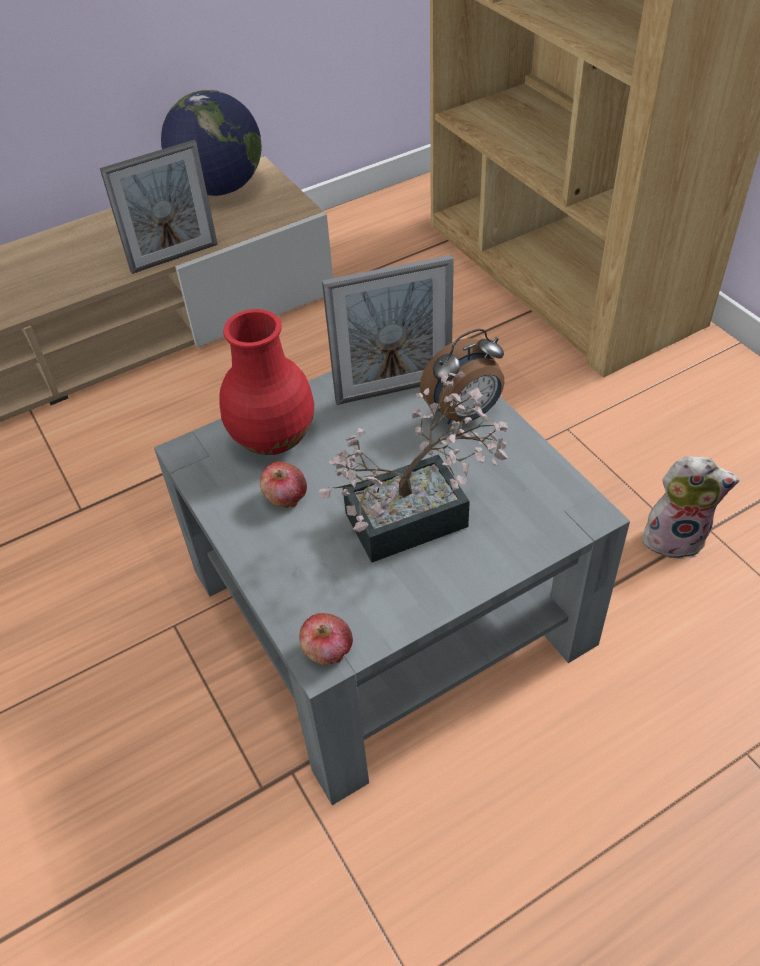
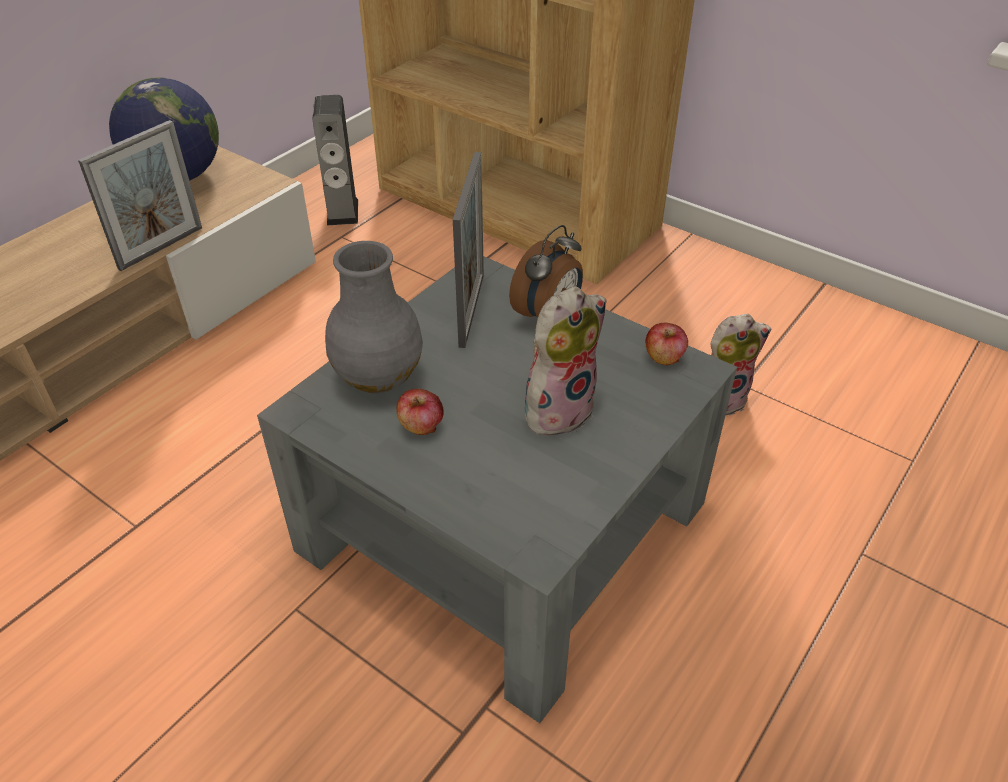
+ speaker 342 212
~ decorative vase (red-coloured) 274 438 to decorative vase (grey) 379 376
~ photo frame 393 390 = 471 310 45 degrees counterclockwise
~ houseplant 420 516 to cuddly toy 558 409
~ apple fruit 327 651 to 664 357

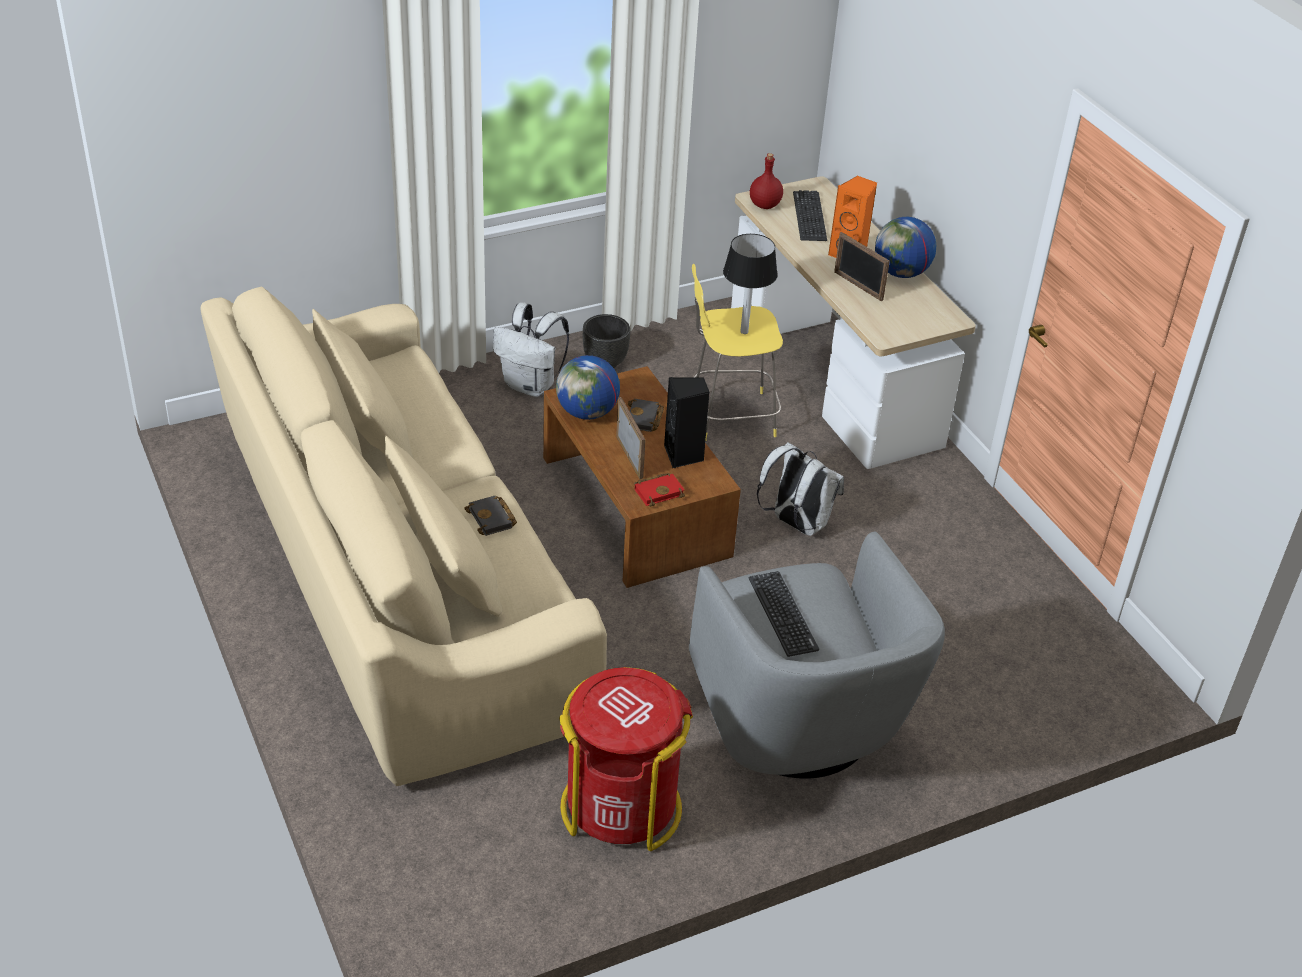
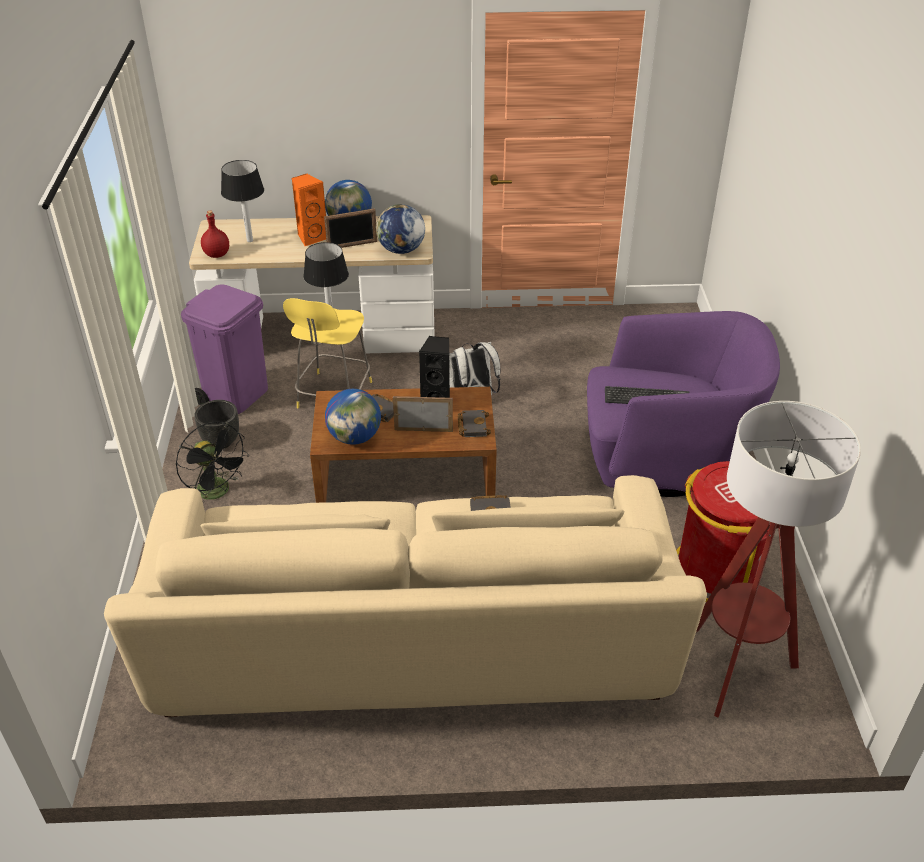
~ knapsack (whitish) 531 385 to cooling fan (black) 218 492
+ waste bin (purple-coloured) 236 395
~ keyboard 809 216 to lamp for a table 249 240
+ globe 401 250
~ book (red-coloured) 659 491 to book (black) 472 425
~ lounge chair (grey) 797 724 to lounge chair (purple-coloured) 665 461
+ standard lamp 735 668

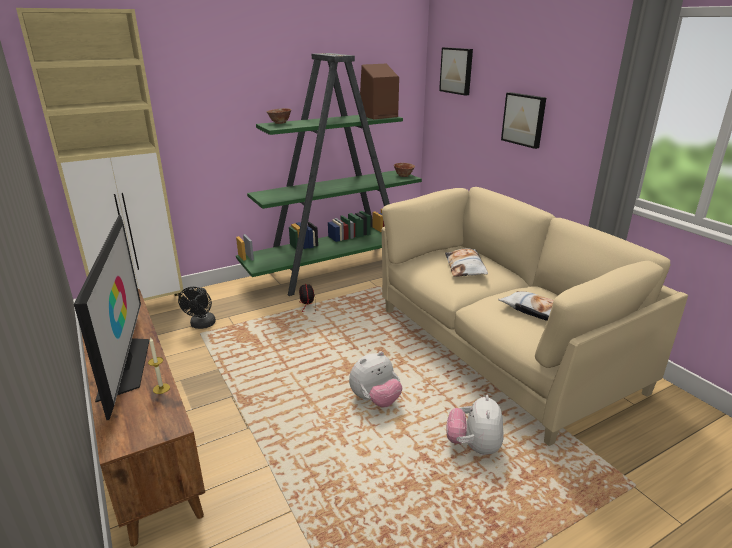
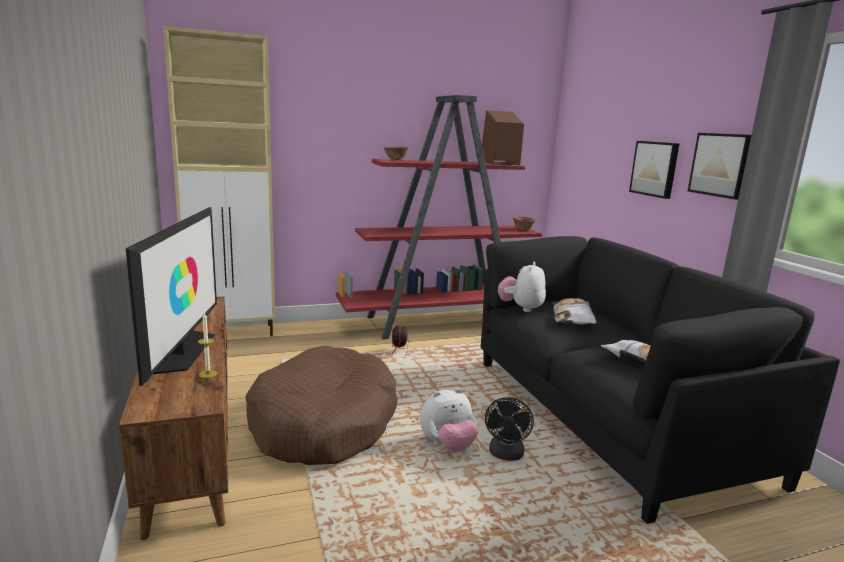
+ dog cushion (brown-coloured) 324 423
~ bookshelf (green) 339 269 to bookshelf (red-coloured) 443 322
~ sofa (beige-coloured) 500 348 to sofa (black) 608 416
~ cooling fan (black) 202 325 to 506 455
~ cuddly toy 473 446 to 521 308
~ picture 457 70 to 721 165

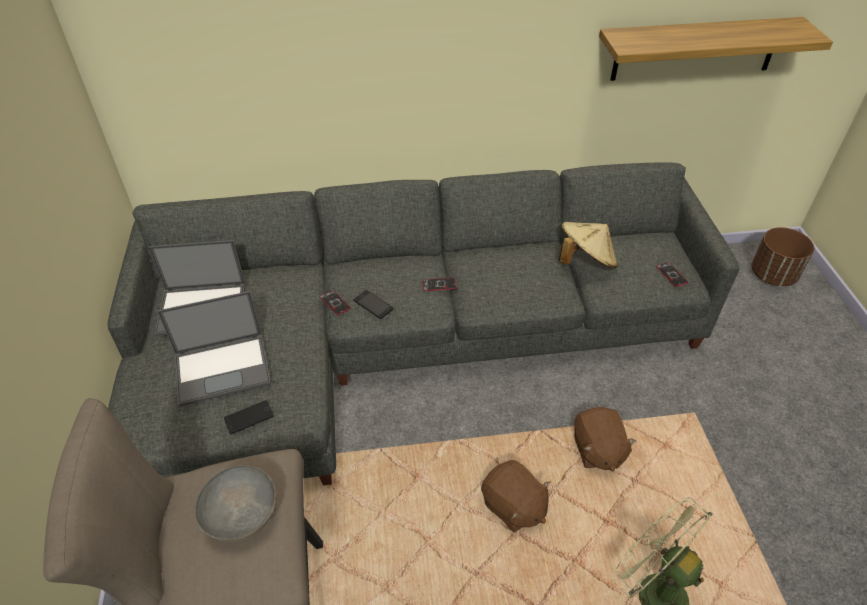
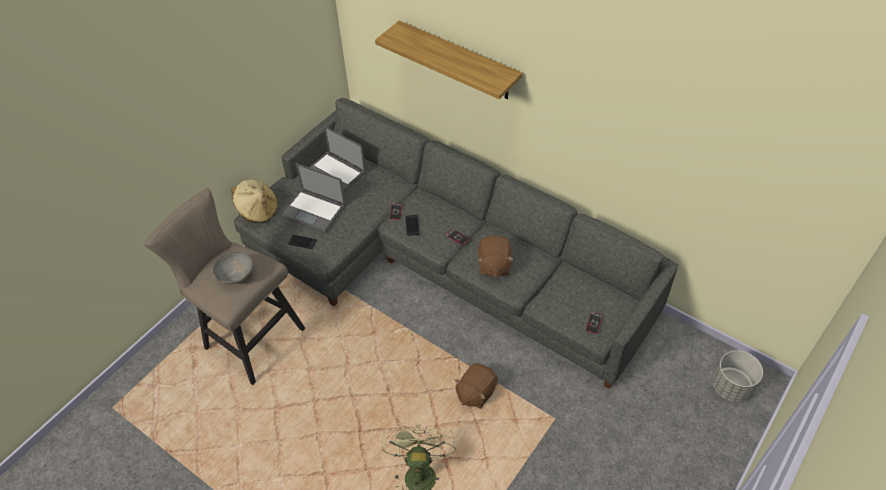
~ hat (beige-coloured) 585 261 to 258 210
~ wall shelf 695 49 to 458 61
~ cuddly toy (brown-coloured) 513 506 to 493 265
~ plant pot (brown-coloured) 773 275 to plant pot (grey) 731 387

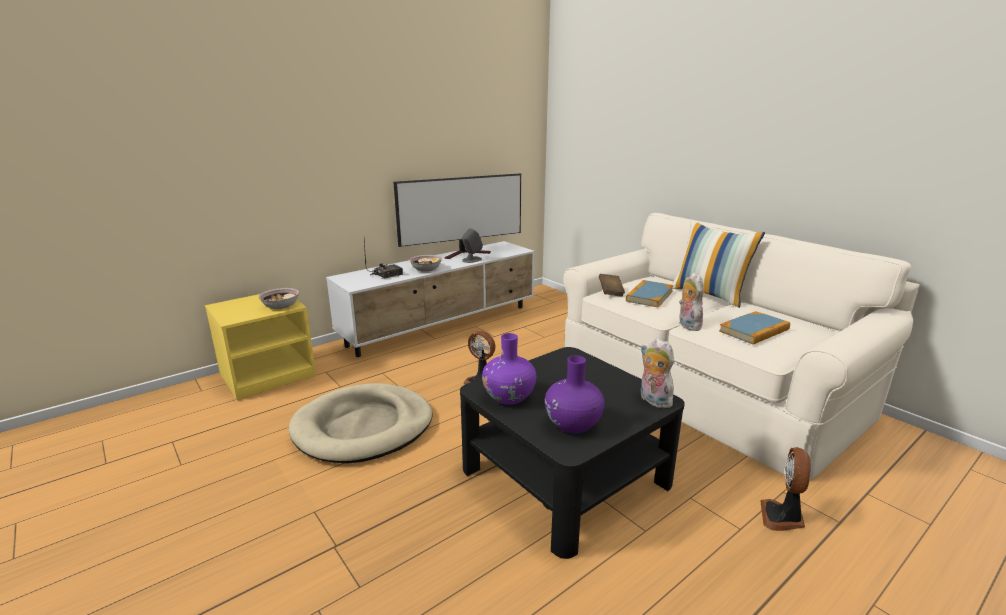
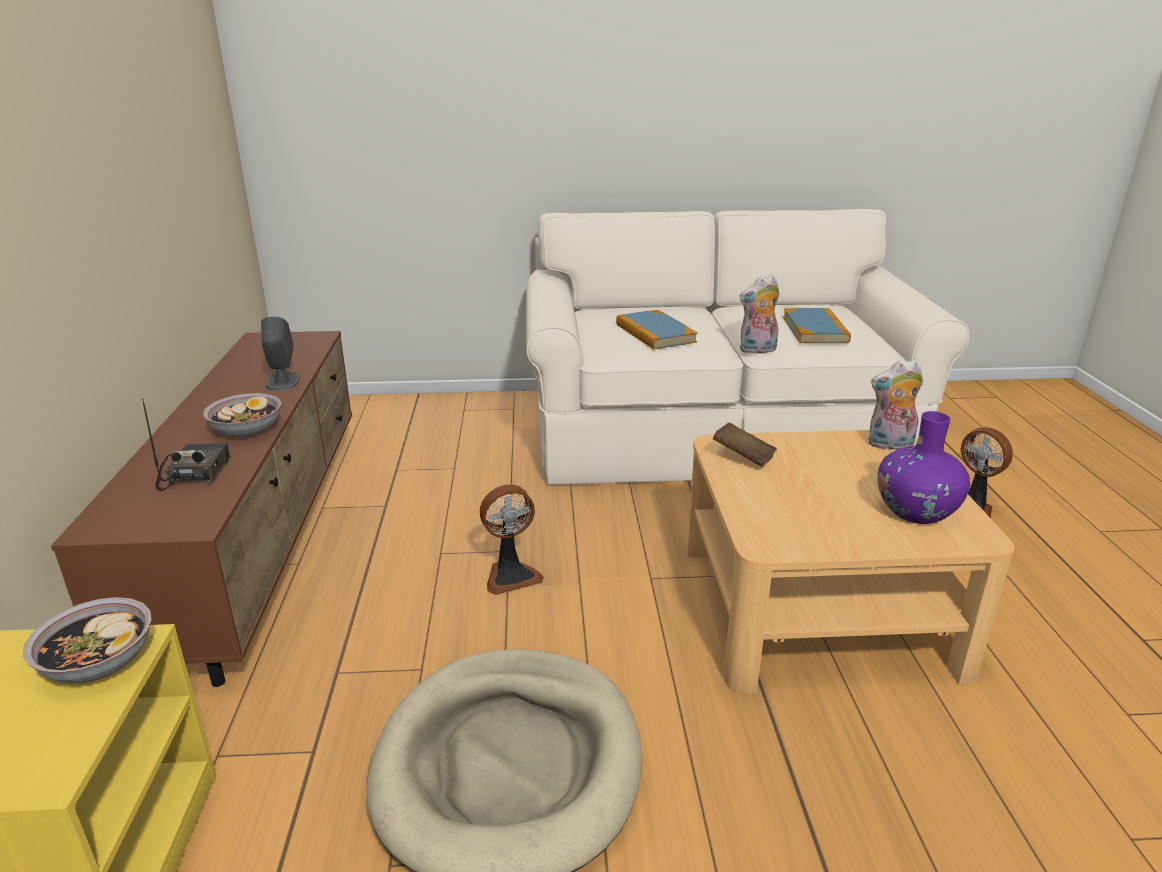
~ tv unit (whitish) 442 325 to tv unit (brown-coloured) 263 537
~ lounge table (black) 566 476 to lounge table (beige-coloured) 817 605
~ book (brown-coloured) 610 292 to 743 458
~ cuddly toy 687 325 = 757 350 45 degrees counterclockwise
- TV set 466 253
- decorative vase (purple-coloured) 509 397
- throw pillow 709 295

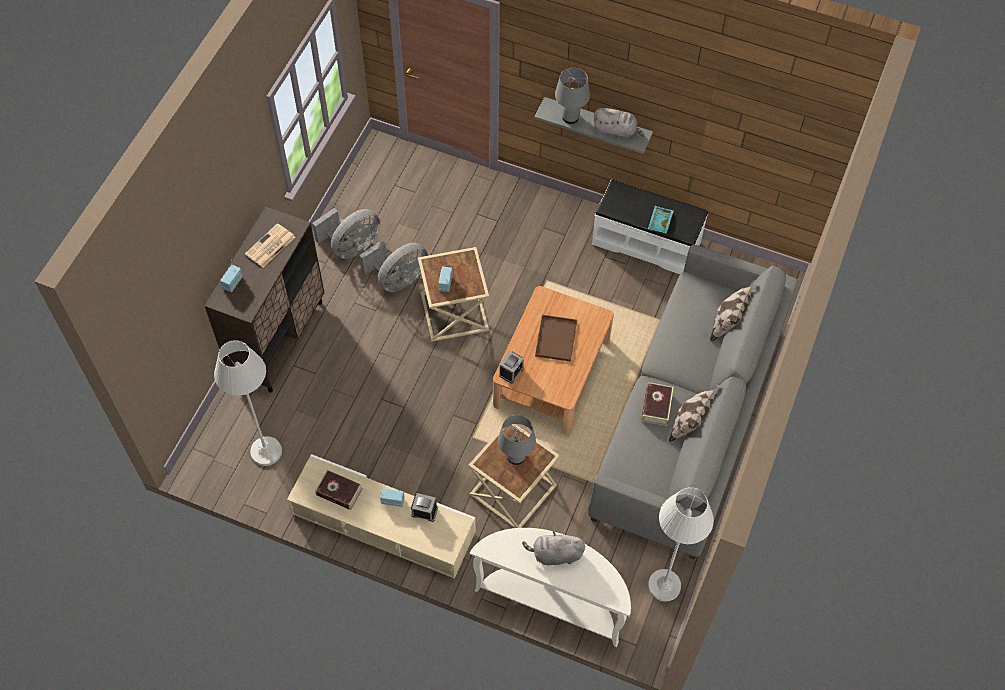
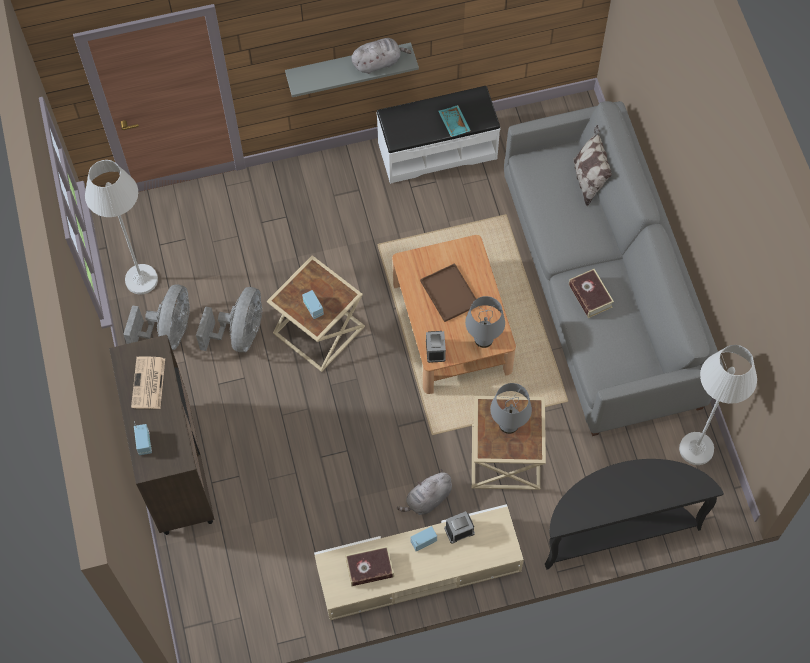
~ standard lamp (whitish) 266 451 to 141 279
~ cuddly toy (grey) 555 554 to 427 499
~ lamp for a table (grey) 570 117 to 483 339
~ console table (whitish) 552 600 to console table (black) 617 529
- throw pillow 689 424

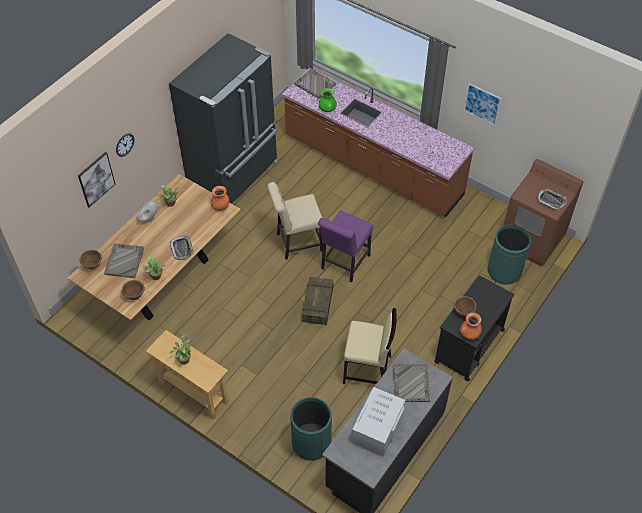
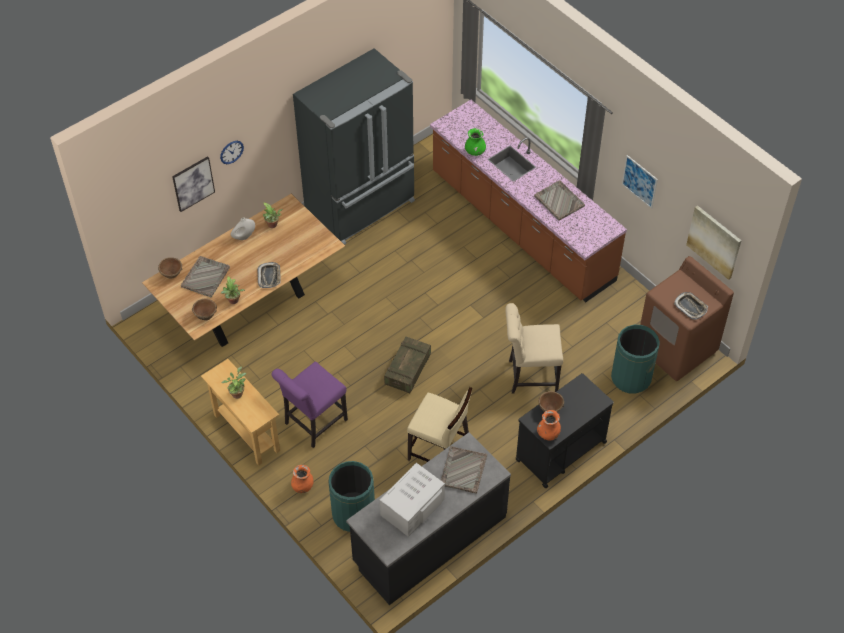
~ chair (purple-coloured) 344 264 to 313 423
~ decorative vase (orangey) 220 206 to 303 486
~ chair (beige-coloured) 296 243 to 529 376
~ tray (grey) 314 84 to 559 201
+ picture 714 241

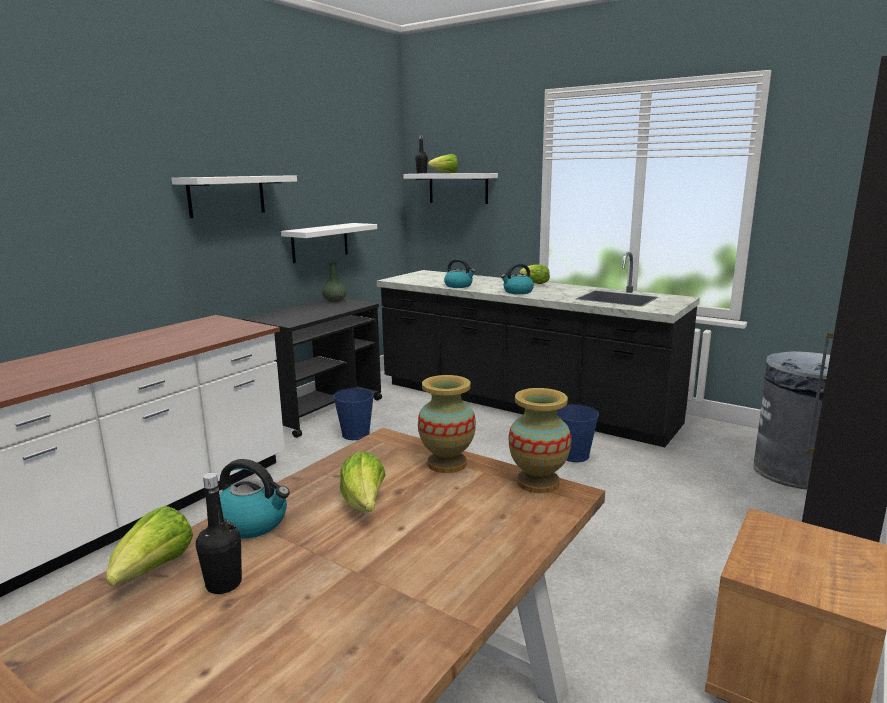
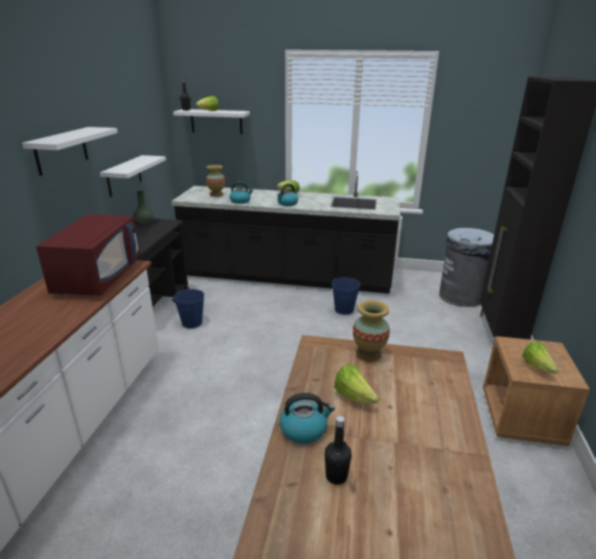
+ microwave (red-coloured) 98 277
~ decorative vase 538 483 to 216 195
~ head of lettuce 154 570 to 537 367

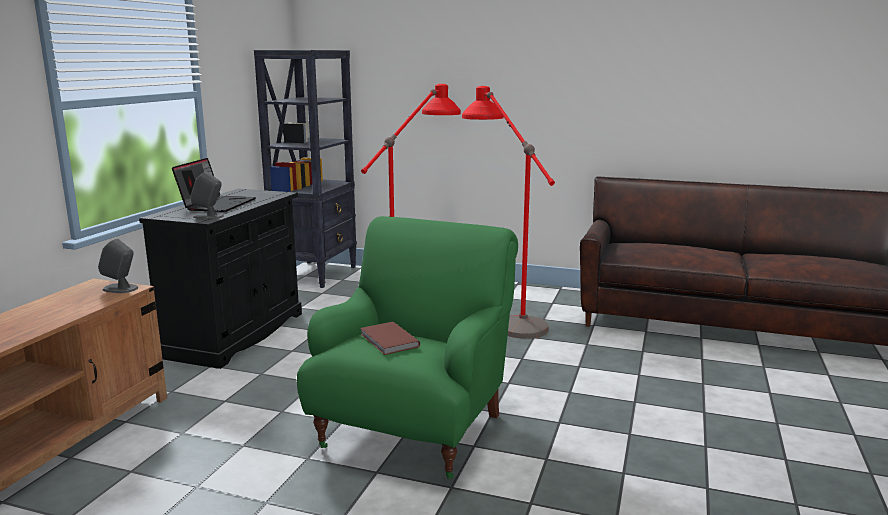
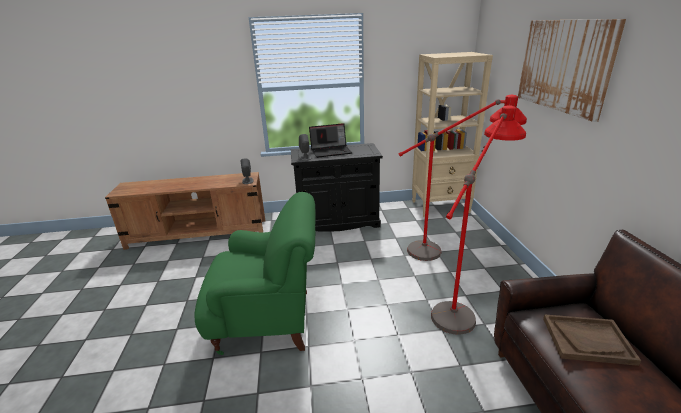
~ bookshelf (black) 316 274 to bookshelf (beige-coloured) 440 207
+ picture 563 65
+ tray (brown-coloured) 587 340
- book (brown-coloured) 388 341

